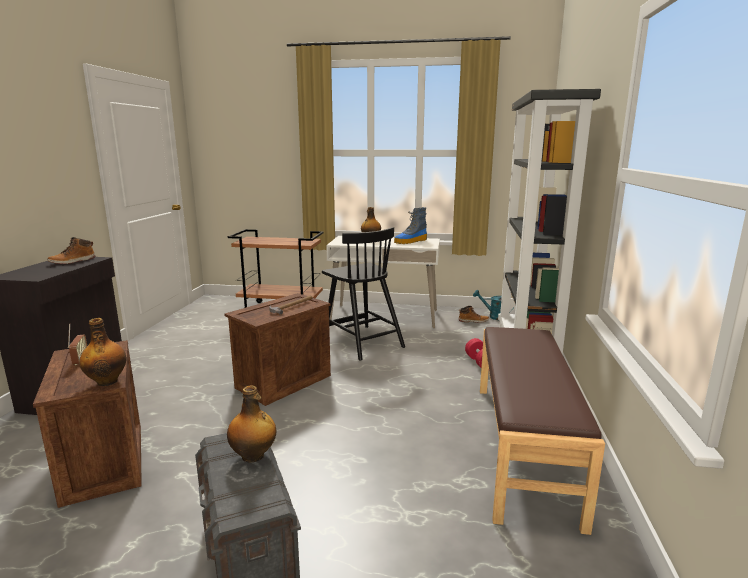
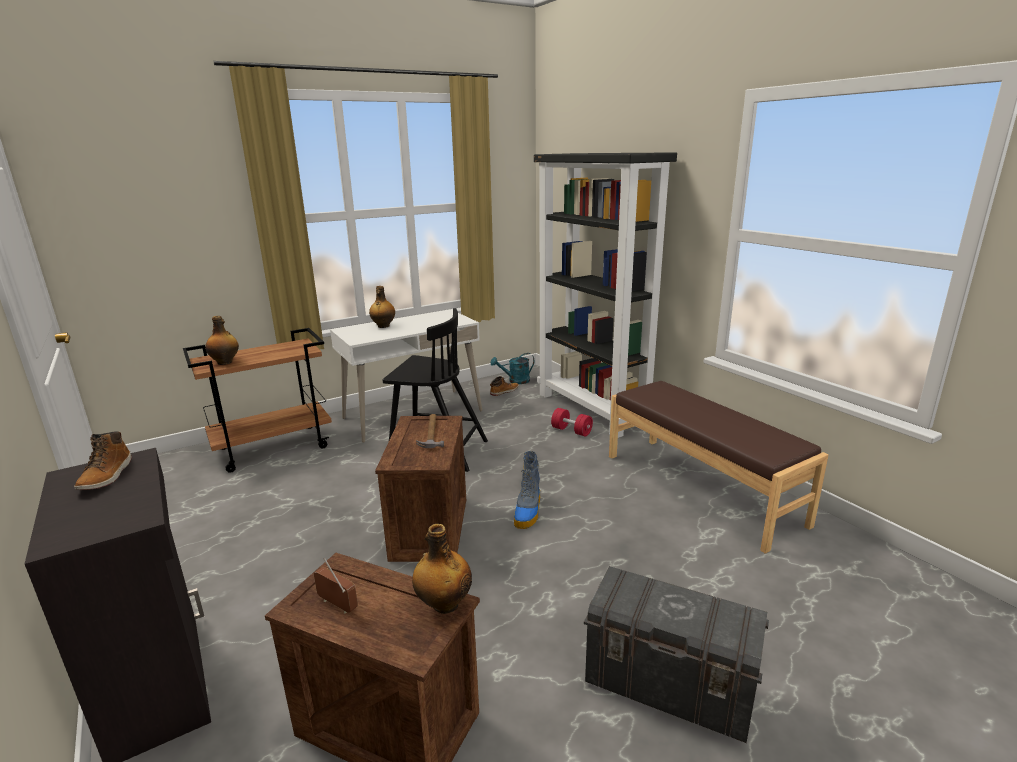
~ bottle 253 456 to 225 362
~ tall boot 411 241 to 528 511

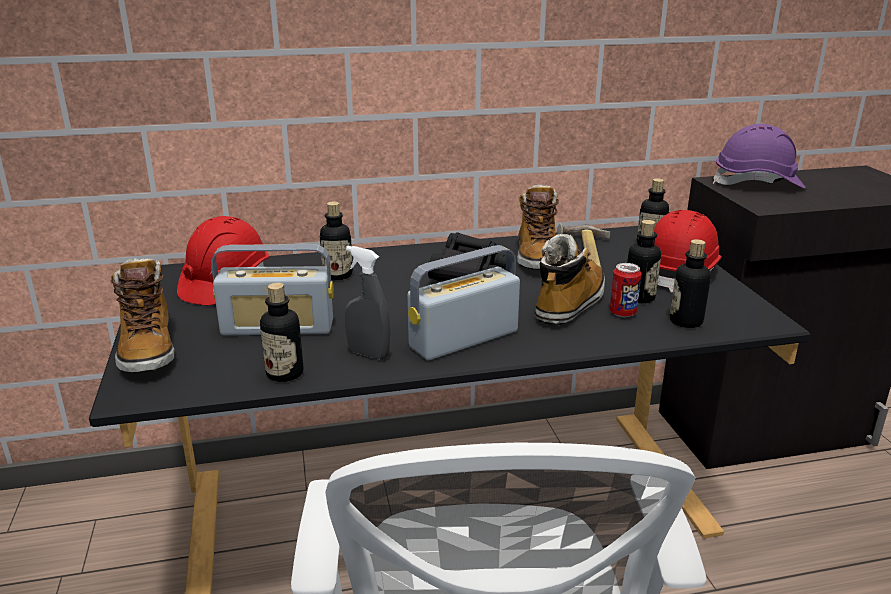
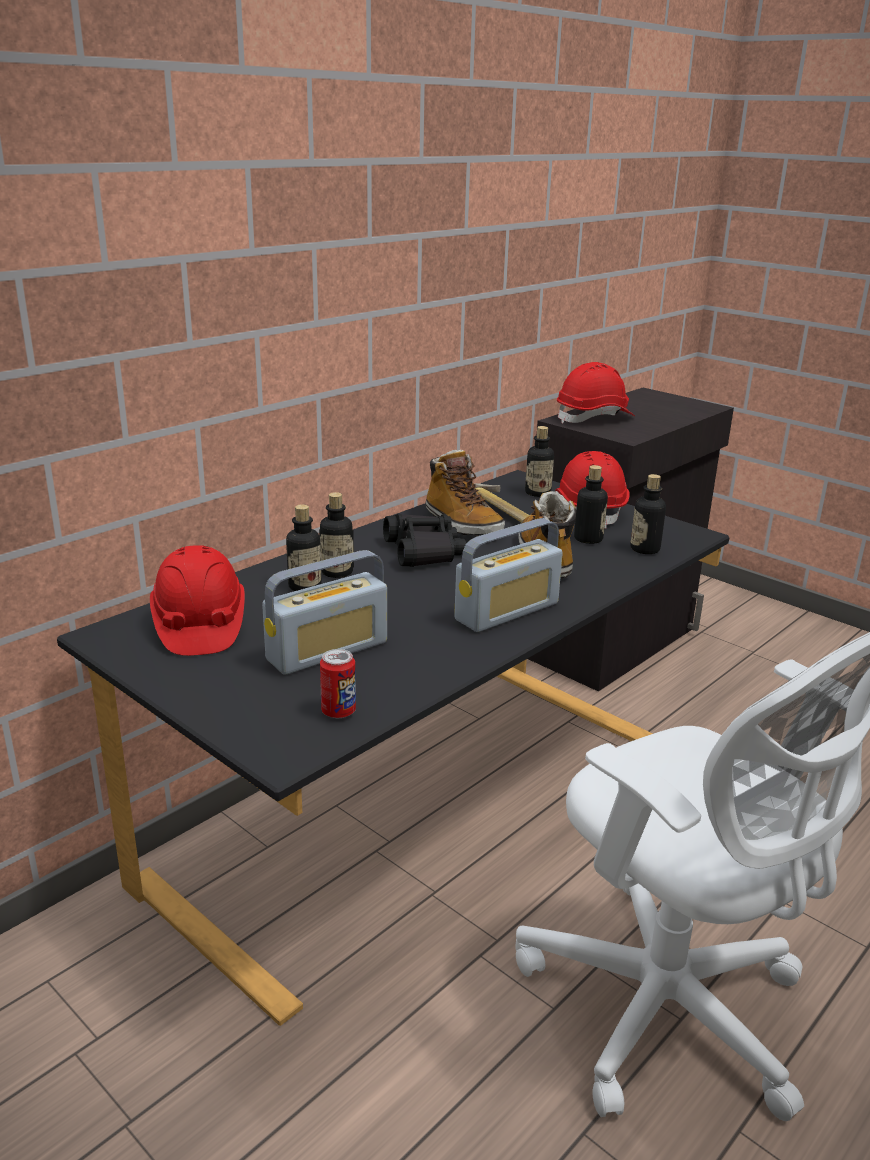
~ bottle 285 373 to 337 572
~ metal can 622 313 to 338 712
~ radio receiver 463 339 = 507 611 150 degrees counterclockwise
~ work helmet (purple-coloured) 758 184 to work helmet (red-coloured) 594 417
- tall boot 148 349
- hand sprayer (grey) 368 354

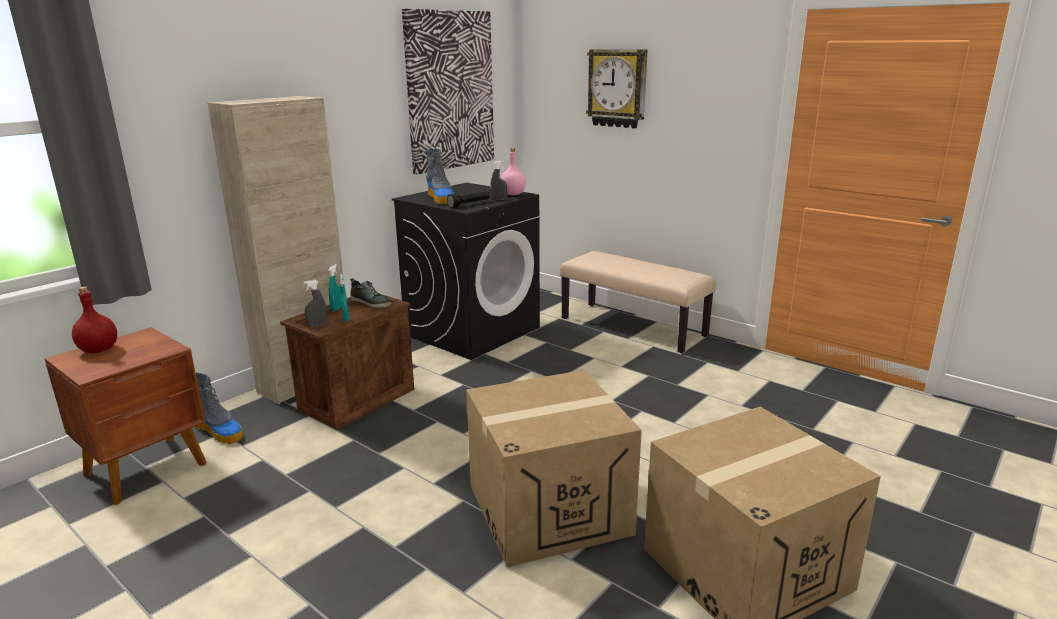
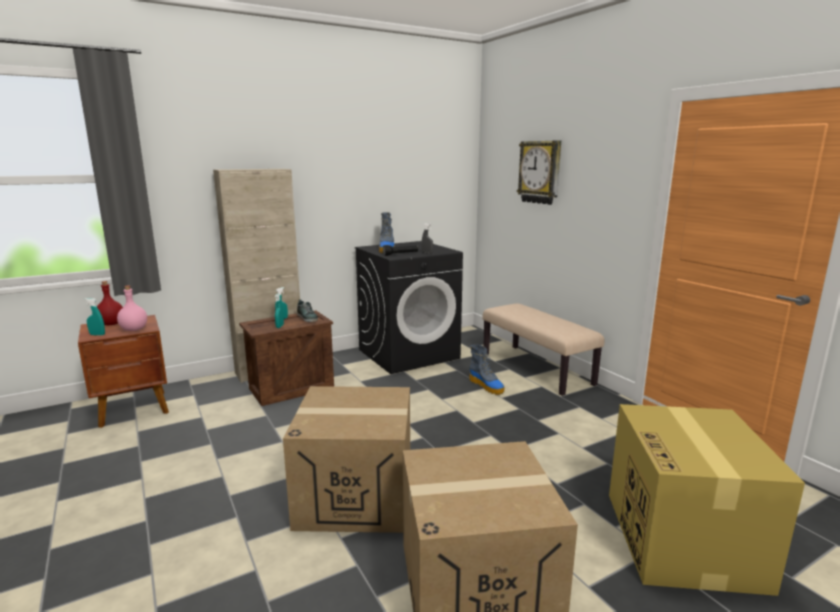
+ hand sprayer (blue-green) 97 335
~ bottle (pinkish) 513 194 to 134 329
~ tall boot 219 431 to 486 386
+ cardboard box 684 540
- hand sprayer (grey) 317 325
- picture 450 91

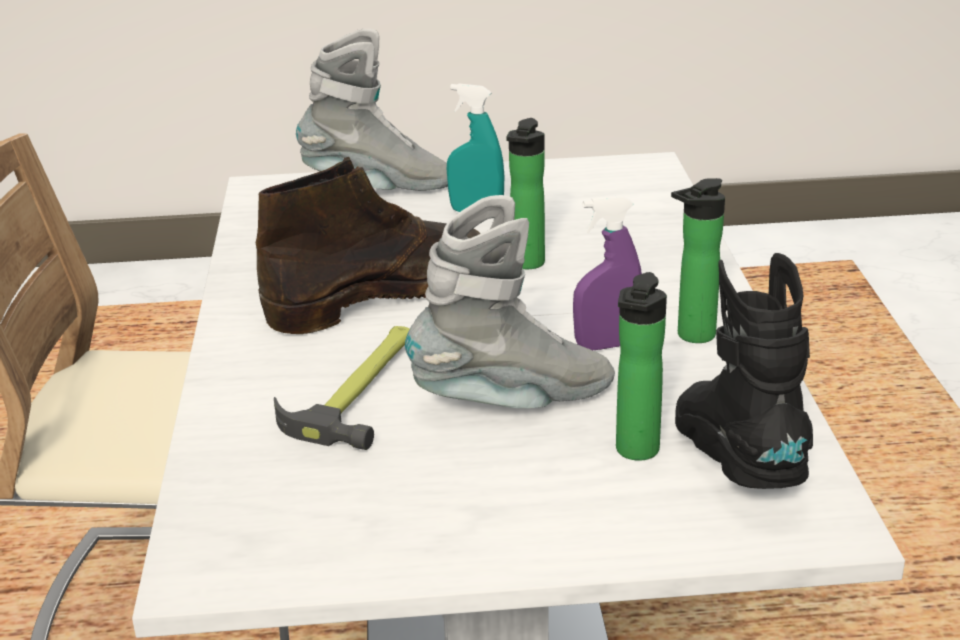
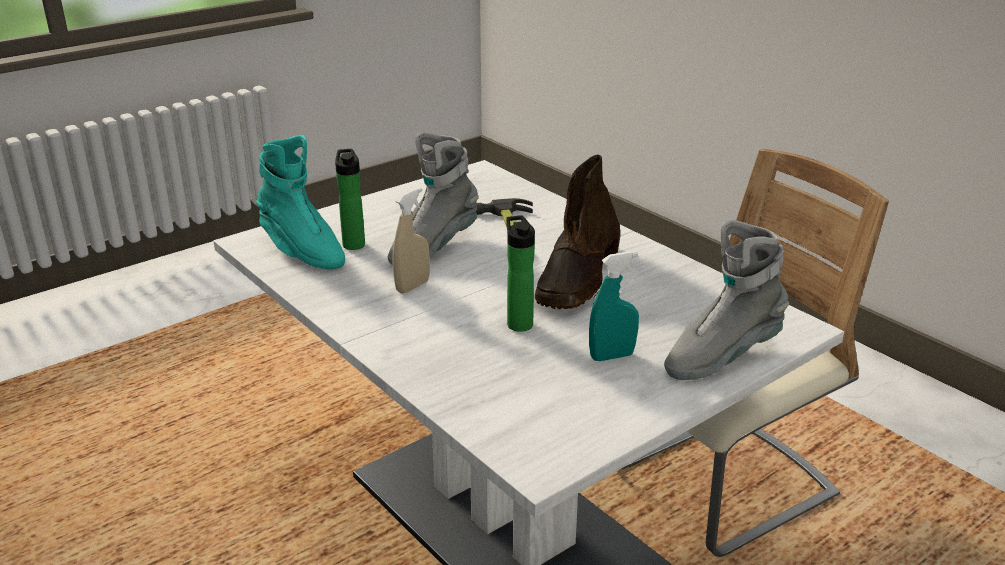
~ tall boot (black) 737 464 to tall boot (blue-green) 302 252
~ hand sprayer (purple-coloured) 607 345 to hand sprayer (beige-coloured) 412 286
- bottle 691 336

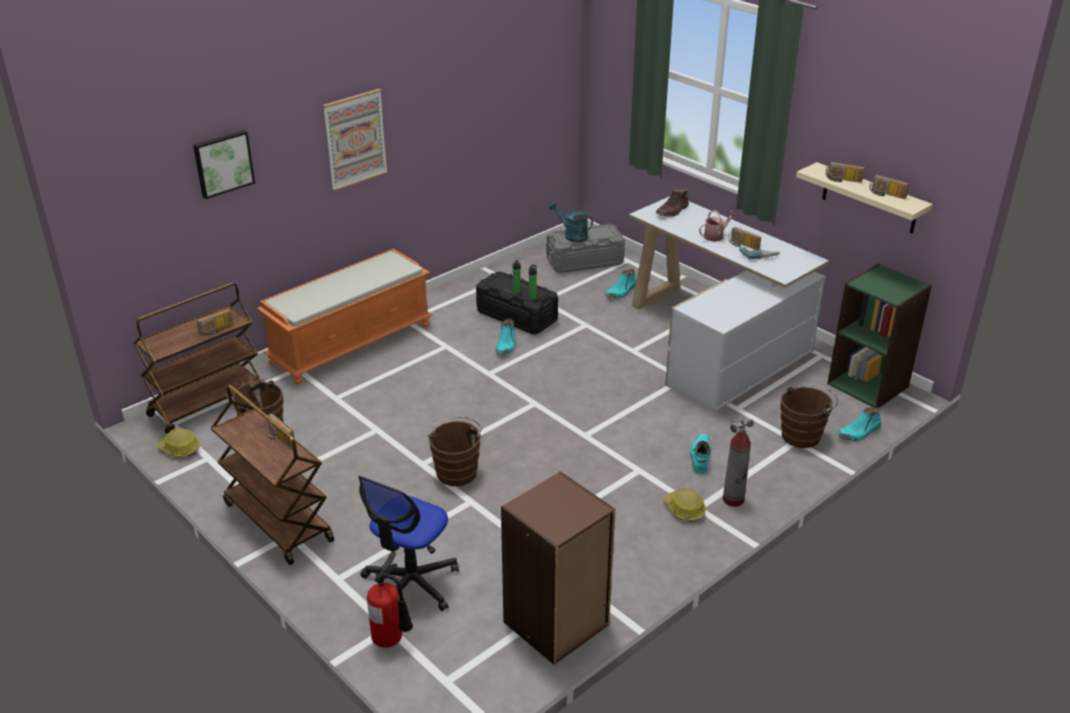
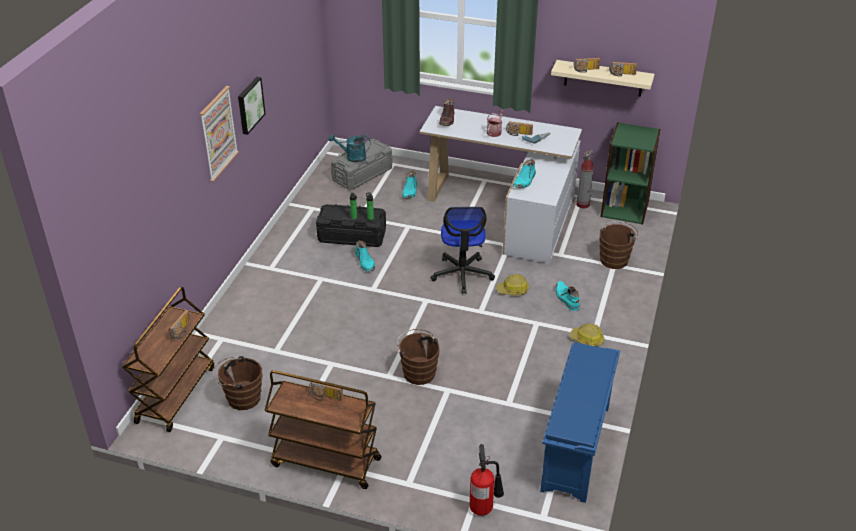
~ picture 223 163 to 249 105
~ computer chair 411 584 to 462 274
~ work helmet 179 449 to 513 290
~ tall boot (blue-green) 859 432 to 524 181
~ bookshelf (brown-coloured) 557 624 to shoe stand (blue-coloured) 576 449
~ fire-fighting cylinder 733 499 to 583 204
- indoor bench (orangey) 351 342

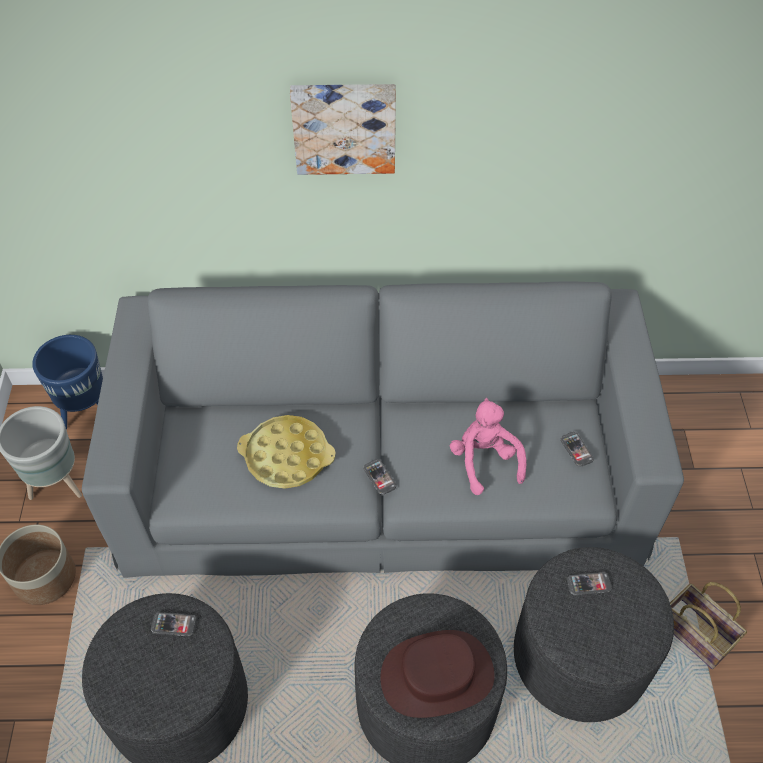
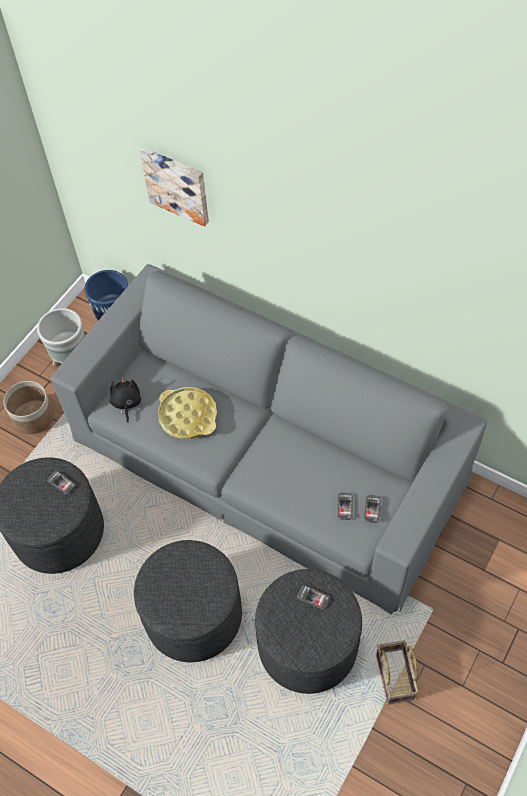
+ cuddly toy (black) 126 403
~ picture 344 127 to 177 185
~ handset 379 477 to 345 506
- hat (brown-coloured) 437 676
- cuddly toy (pinkish) 485 461

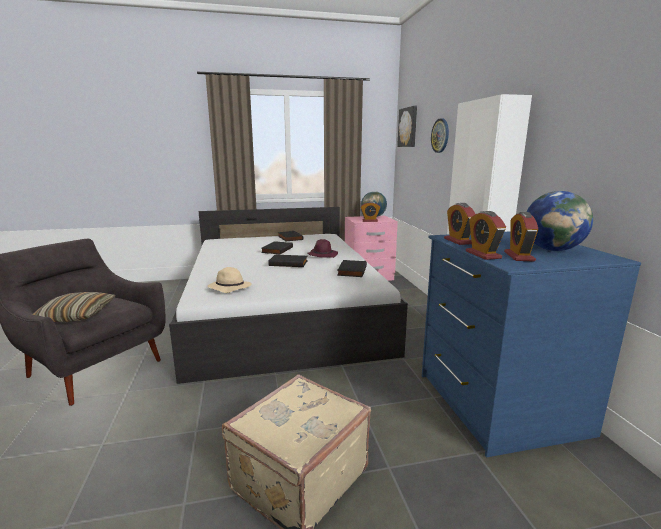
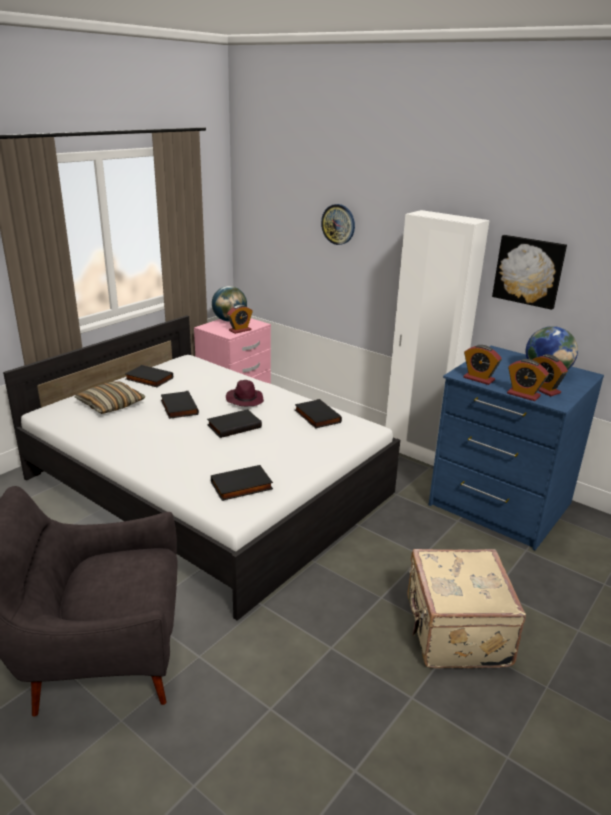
~ throw pillow 76 315 to 111 405
~ hat (beige-coloured) 229 288 to book (black) 241 486
~ picture 408 127 to 529 271

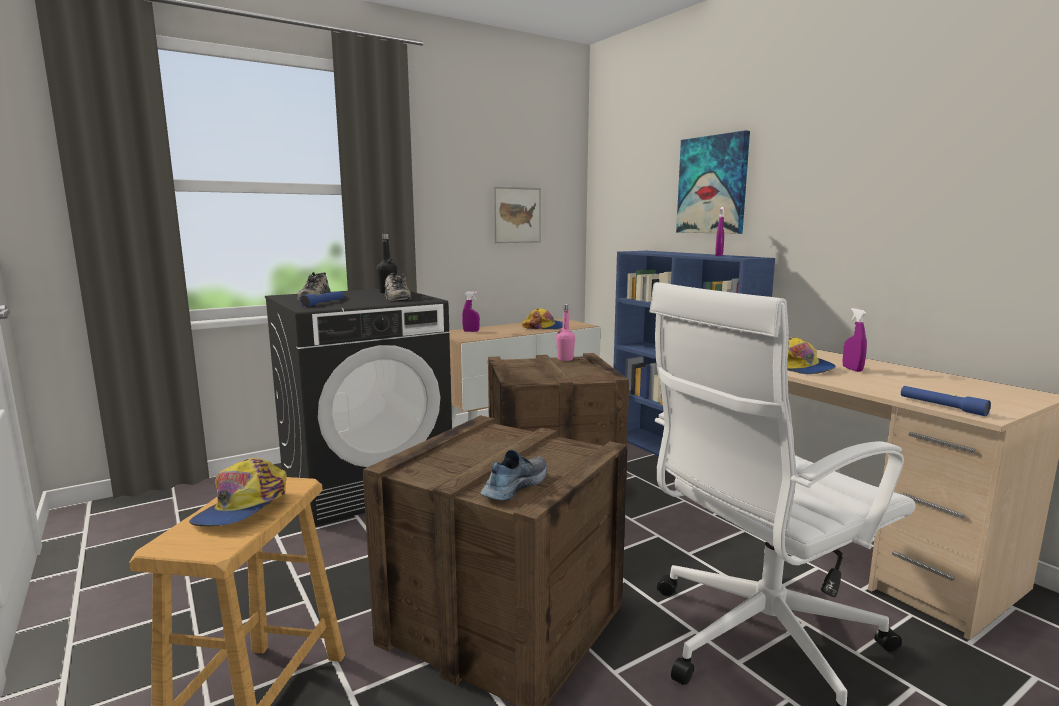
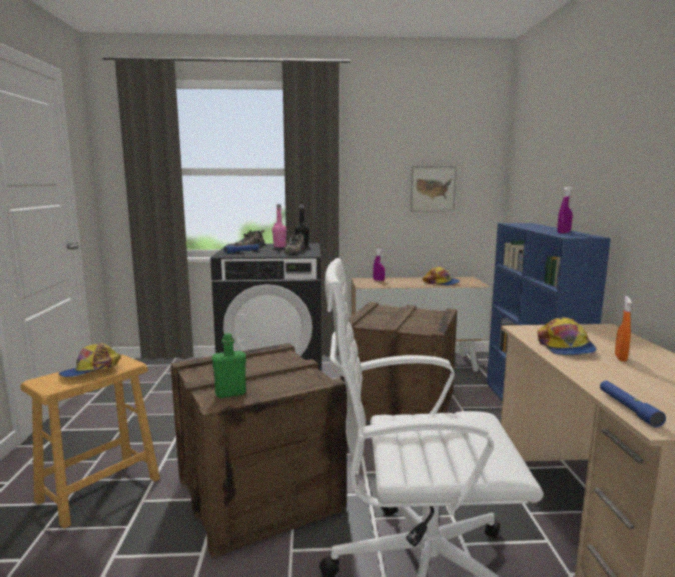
~ item of footwear 513 487 to bottle (green) 230 393
~ bottle (pinkish) 565 359 to 279 246
~ hand sprayer (purple-coloured) 852 369 to hand sprayer (orangey) 620 358
- picture 712 185

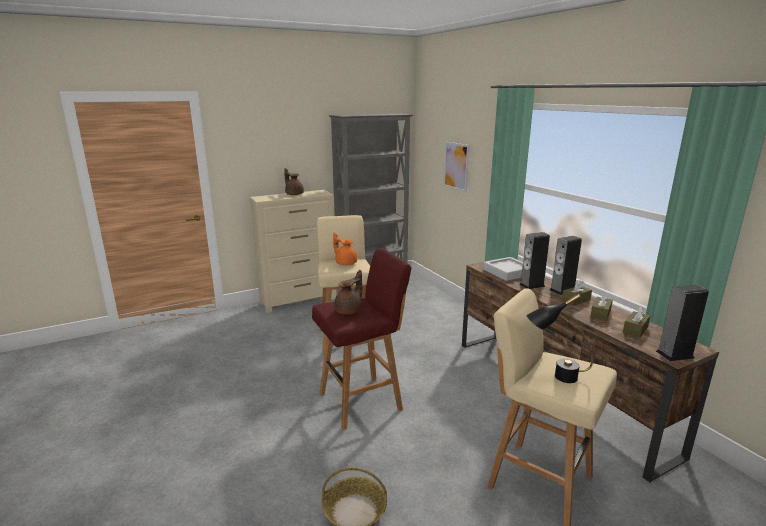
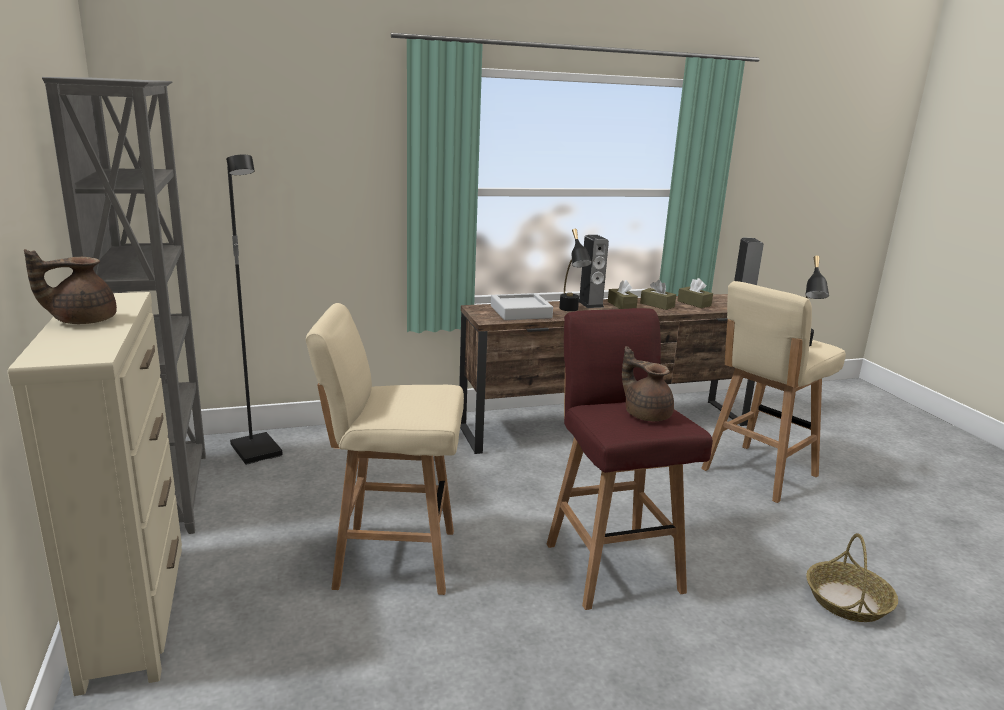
+ standard lamp (black) 258 451
~ speaker 532 285 to lamp for a table (black) 571 311
- tea pot (orangey) 345 263
- picture 456 166

